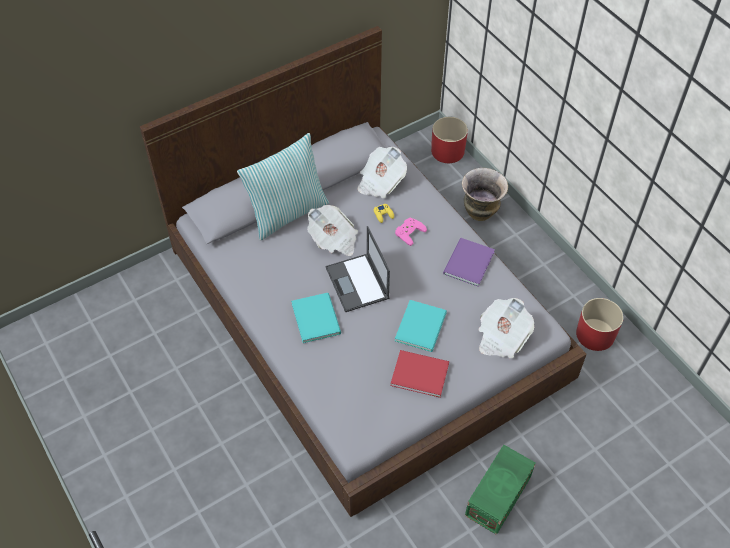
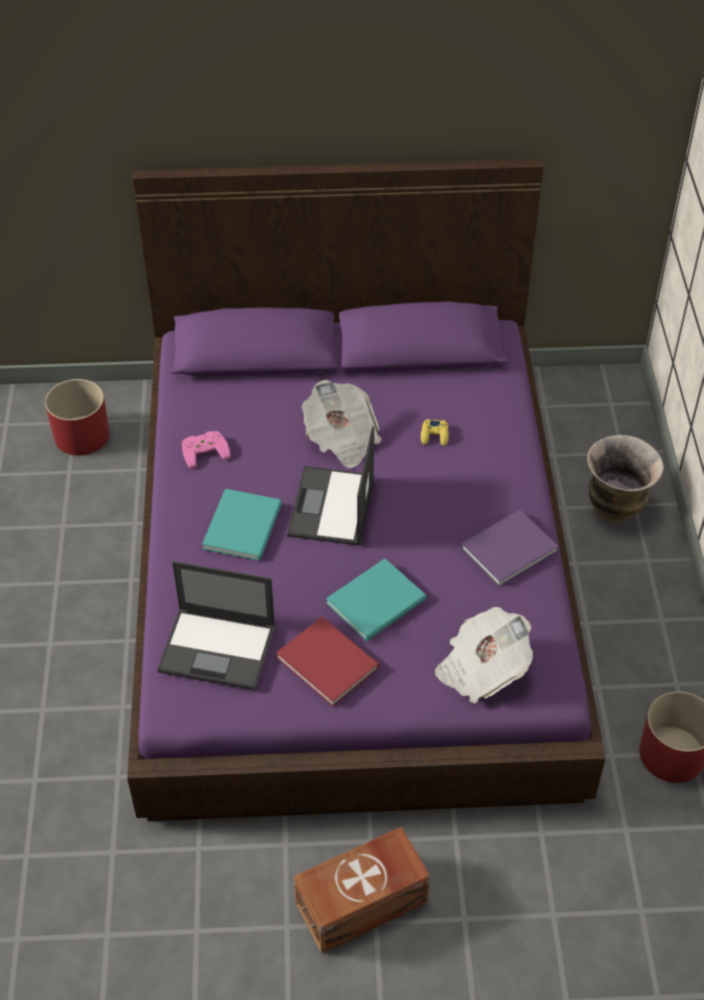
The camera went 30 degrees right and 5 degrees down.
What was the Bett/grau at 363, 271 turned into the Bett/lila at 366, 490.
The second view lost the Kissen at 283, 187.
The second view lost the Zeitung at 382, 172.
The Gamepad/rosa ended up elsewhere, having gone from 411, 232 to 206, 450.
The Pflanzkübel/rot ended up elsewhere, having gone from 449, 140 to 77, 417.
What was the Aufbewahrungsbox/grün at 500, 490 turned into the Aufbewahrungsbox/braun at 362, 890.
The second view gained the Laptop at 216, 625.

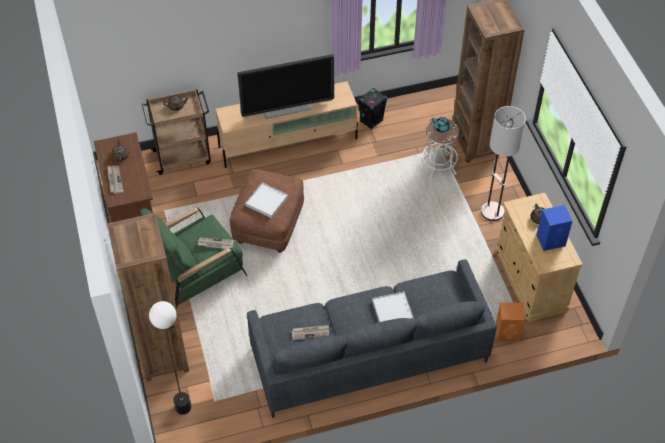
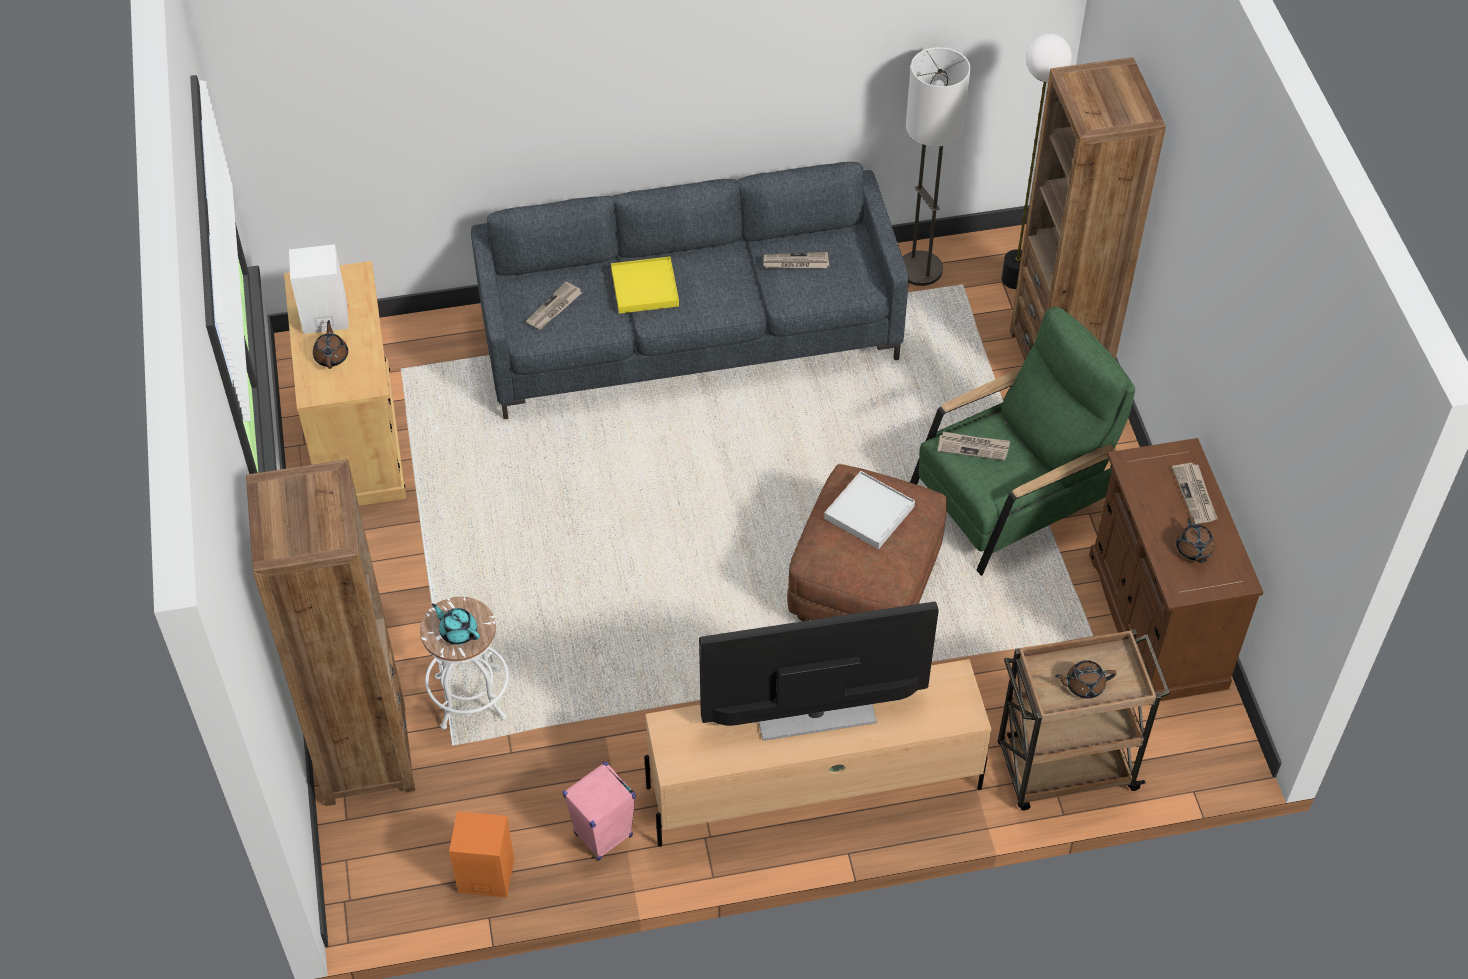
The camera went 175 degrees left and 0 degrees up.
What was the Lautsprecher/schwarz at 372, 109 turned into the Lautsprecher/rosa at 599, 811.
What was the Tablett/weiß at 392, 306 turned into the Tablett/gelb at 645, 285.
The Stehlampe ended up elsewhere, having gone from 503, 163 to 937, 166.
The Lautsprecher/orange ended up elsewhere, having gone from 510, 322 to 481, 854.
What was the Lautsprecher/blau at 554, 228 turned into the Lautsprecher/weiß at 319, 289.
The second view gained the Zeitung at 554, 306.

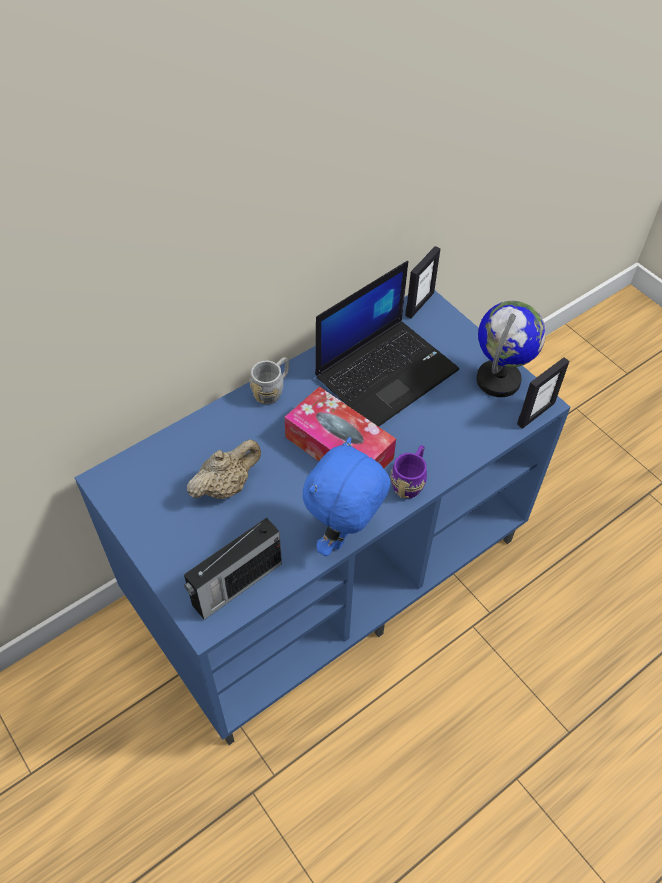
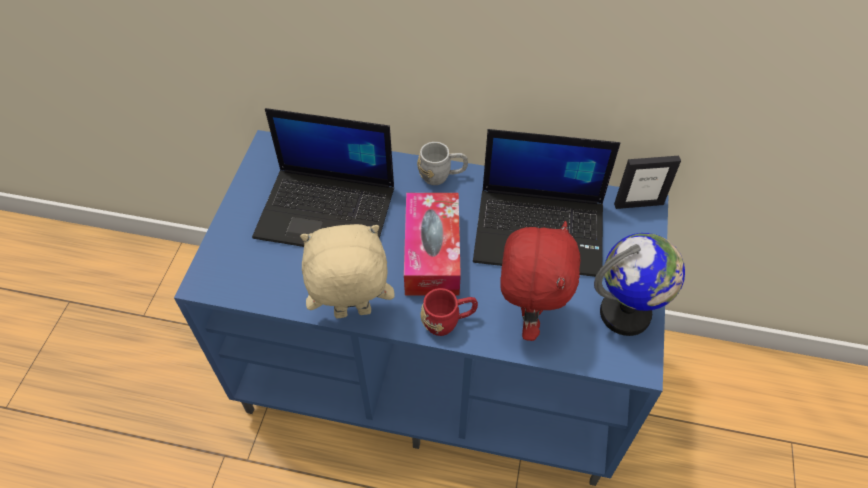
The camera went 50 degrees right and 0 degrees up.
The second view lost the Radio at 233, 568.
Where the Teekanne/beige stood at 224, 469, the Laptop came to stand at 323, 177.
What was the Plüschtier/blau at 347, 496 turned into the Plüschtier/beige at 347, 271.
What was the Henkelbecher/lila at 408, 472 turned into the Henkelbecher/rot at 449, 312.
The second view lost the Bilderrahmen at 543, 393.
The second view gained the Plüschtier/rot at 540, 281.

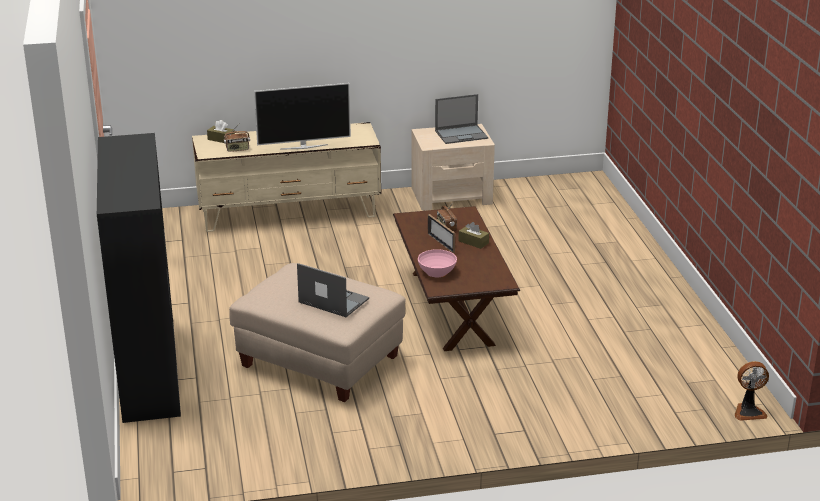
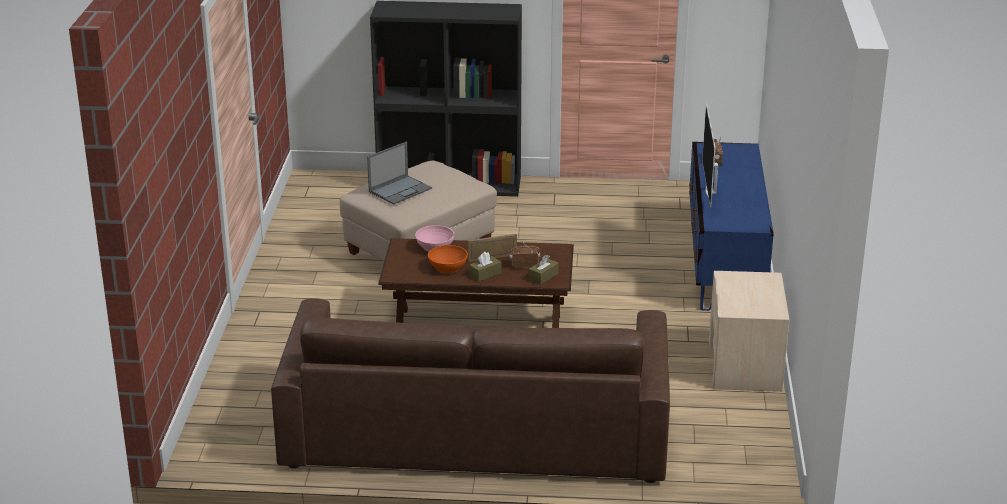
The camera went 105 degrees right and 0 degrees up.
What was the Fernsehschrank/beige at 286, 177 turned into the Fernsehschrank/blau at 731, 226.
The Taschentuchbox/braun ended up elsewhere, having gone from 221, 131 to 543, 270.
The second view lost the Laptop at 461, 119.
The second view lost the Ventilator at 752, 391.
The second view gained the Sofa/braun at 470, 390.
The second view gained the Schüssel/orange at 448, 259.

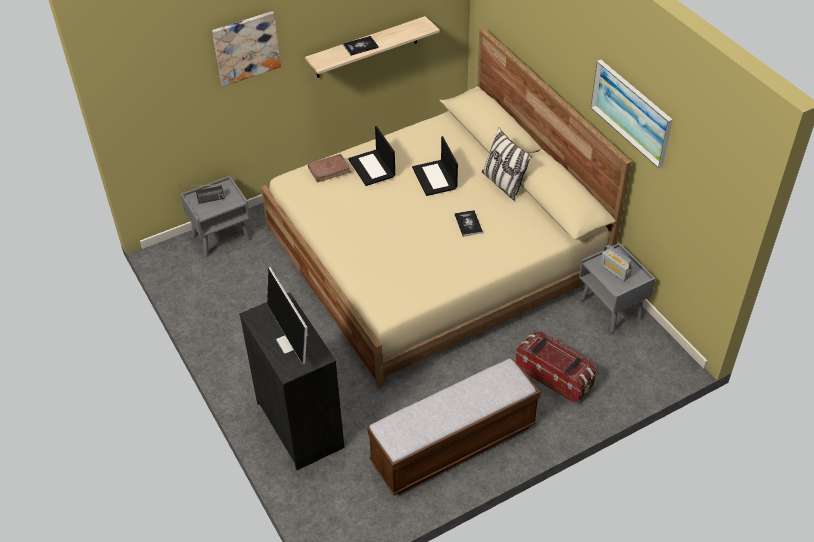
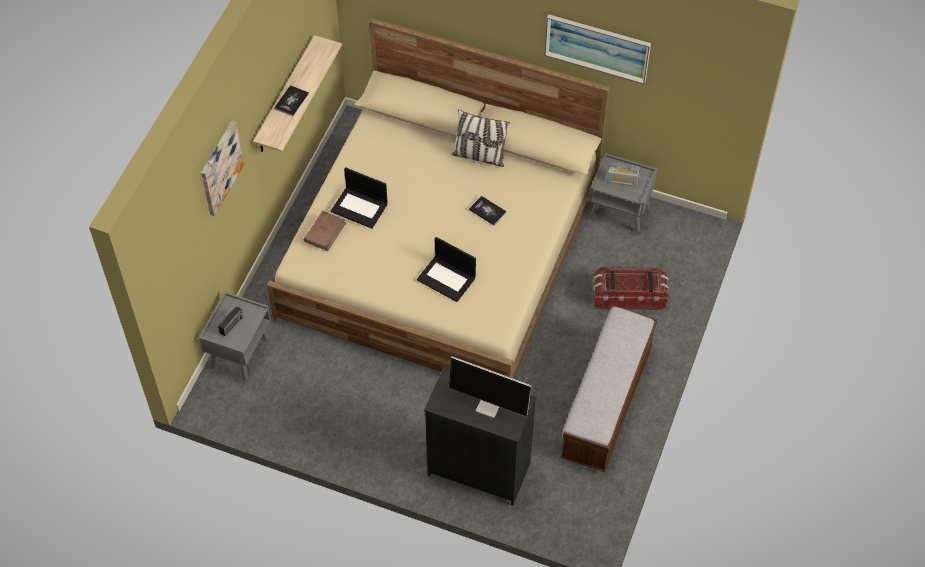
The camera went 40 degrees left and 10 degrees up.
The Laptop ended up elsewhere, having gone from 435, 166 to 446, 269.

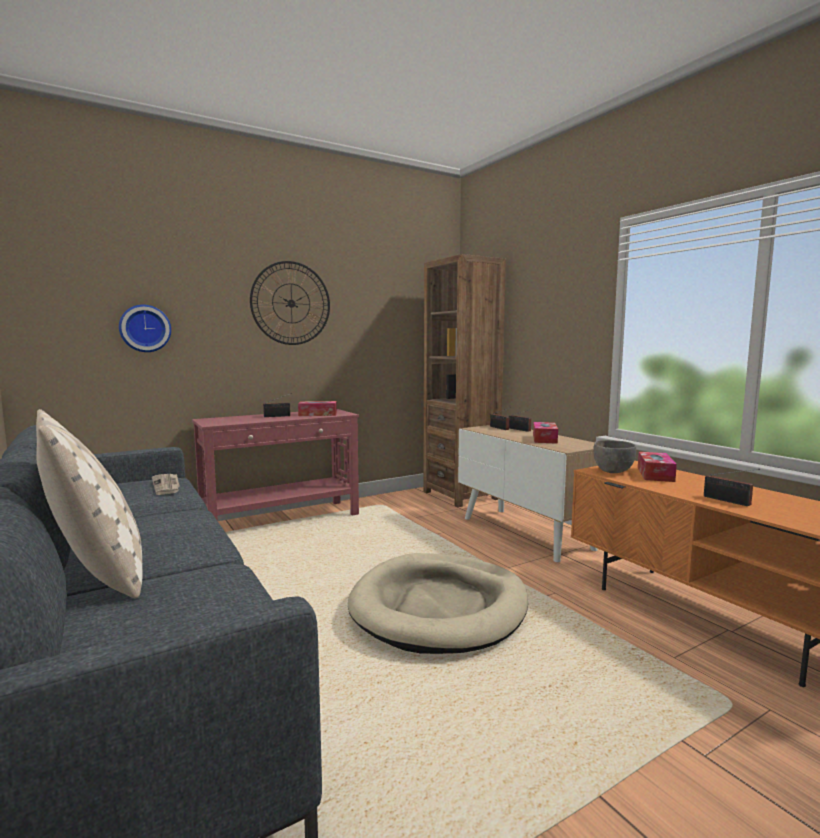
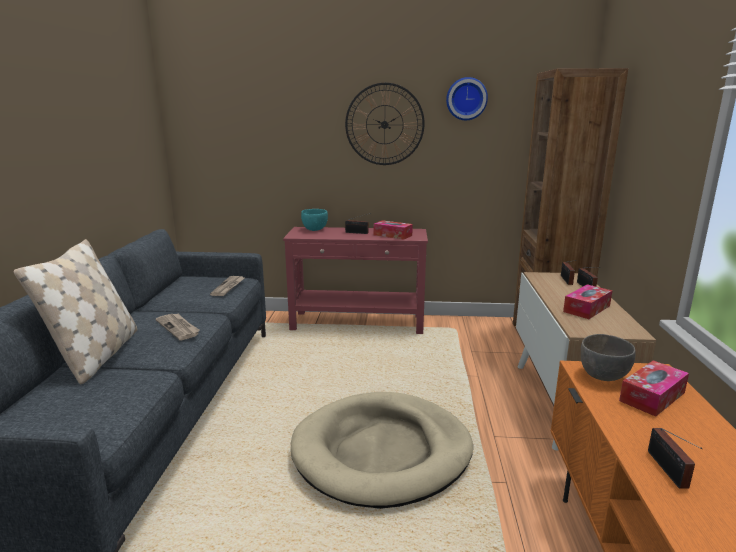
The camera went 35 degrees right and 10 degrees up.
The Wanduhr ended up elsewhere, having gone from 145, 328 to 467, 98.
The second view gained the Zeitung at 178, 327.
The second view gained the Schüssel/türkis at 314, 220.

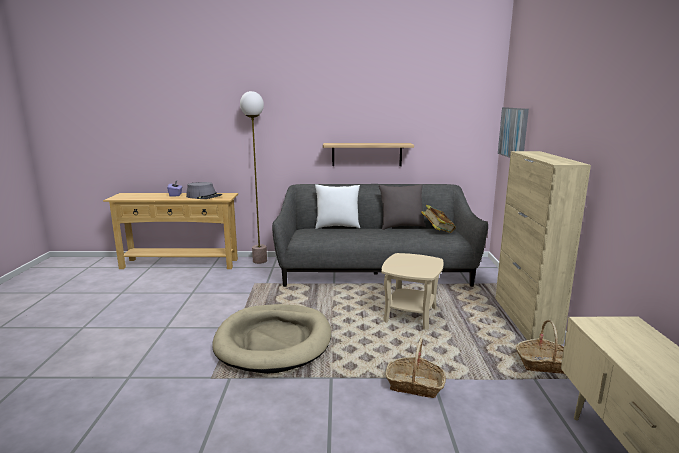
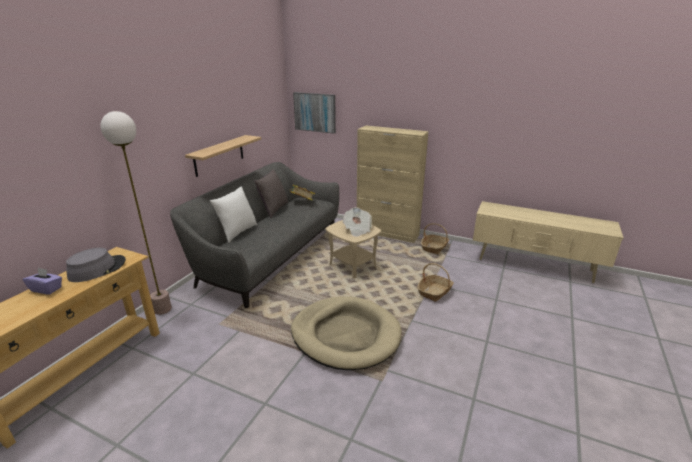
The camera went 65 degrees left and 10 degrees up.
The second view gained the Zeitung at 357, 222.

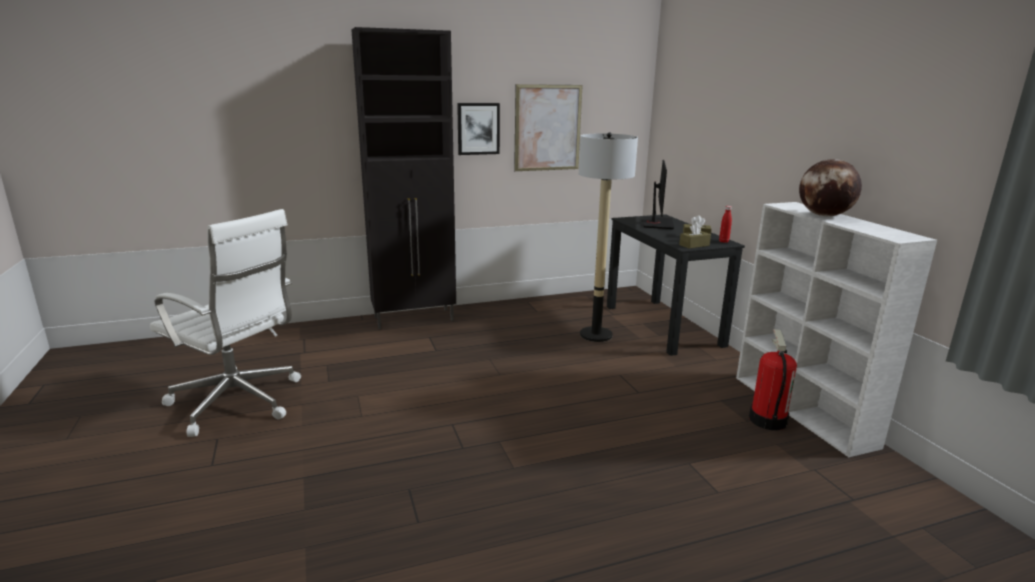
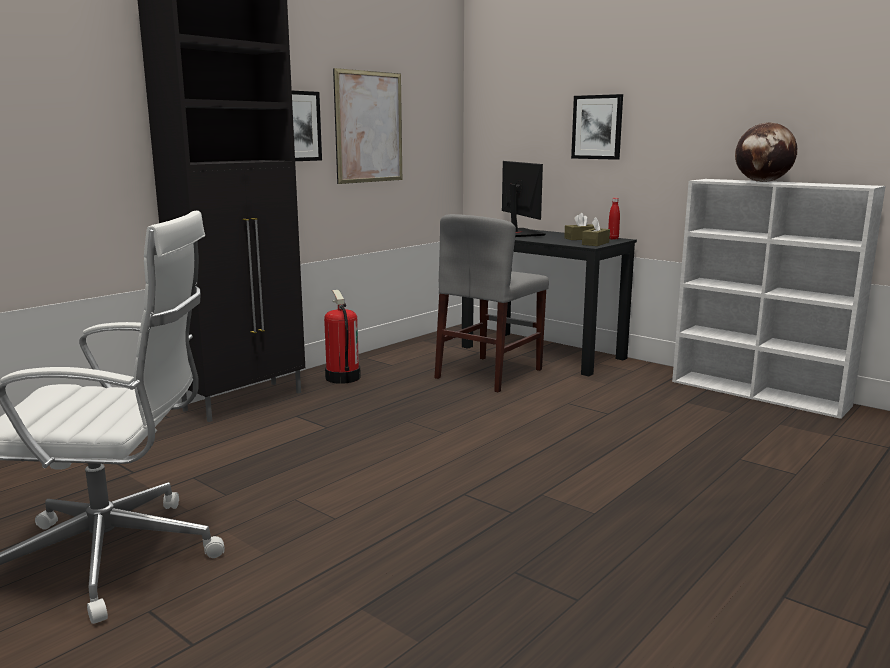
The camera went 30 degrees left and 5 degrees down.
Where the Stehlampe stood at 608, 237, the Stuhl/grau came to stand at 491, 303.
The Feuerlöscher ended up elsewhere, having gone from 773, 379 to 342, 337.
The second view gained the Bild at 597, 127.

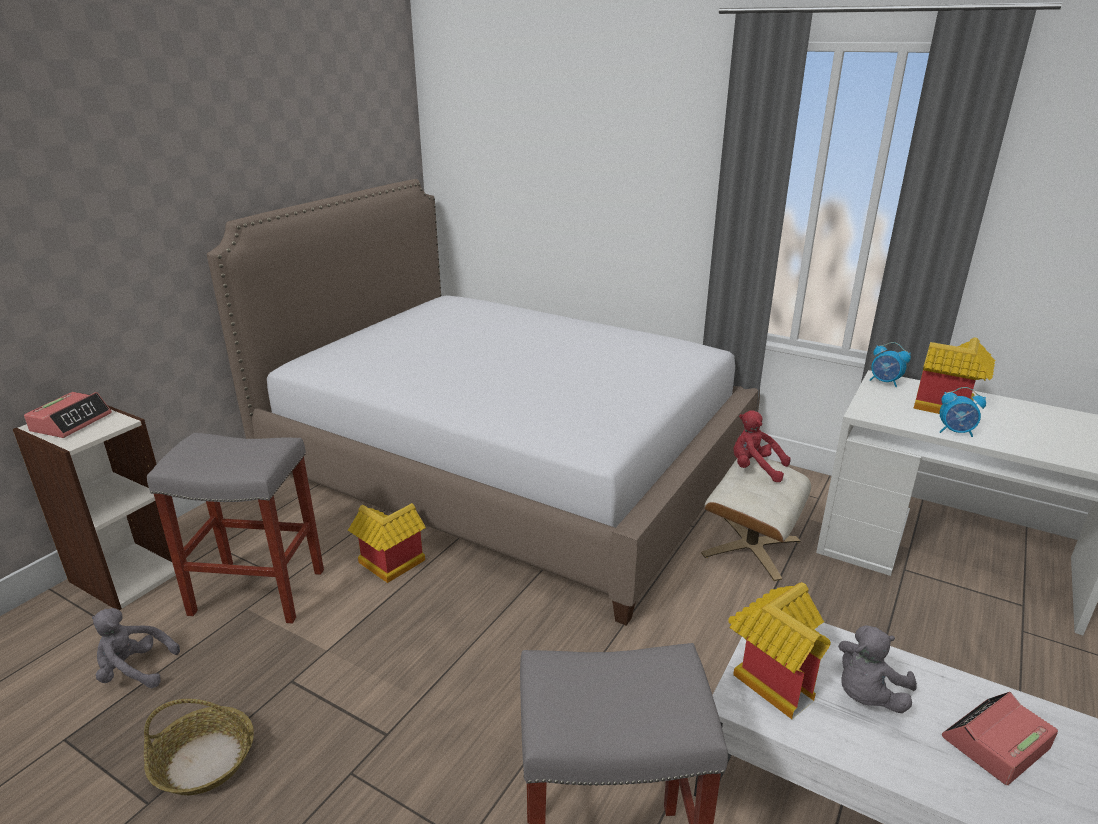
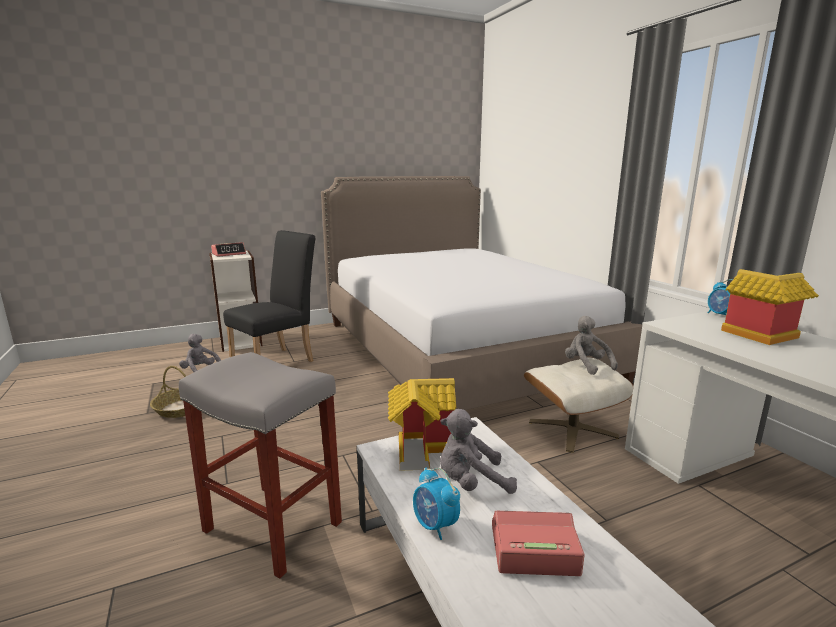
The camera went 35 degrees right and 10 degrees down.
Where the Hocker/grau stood at 235, 528, the Stuhl/schwarz came to stand at 269, 296.
The second view lost the Spielzeughaus at 387, 543.
What was the Plüschtier/rot at 762, 446 turned into the Plüschtier/grau at 591, 345.
The Wecker ended up elsewhere, having gone from 962, 412 to 436, 504.

